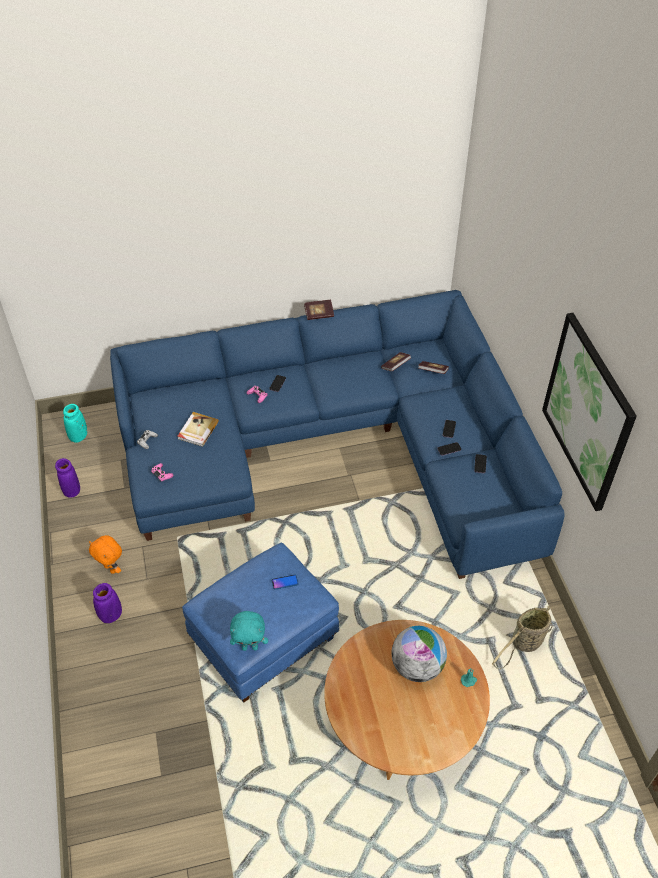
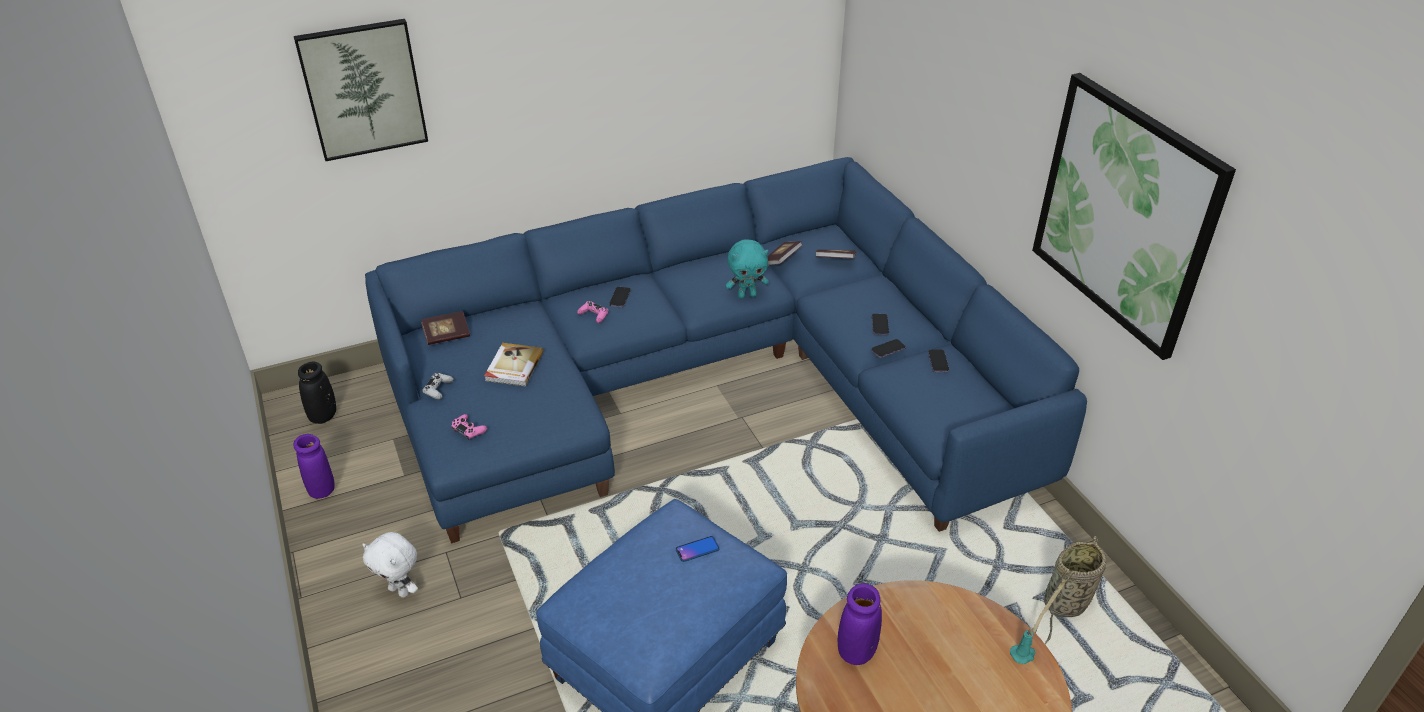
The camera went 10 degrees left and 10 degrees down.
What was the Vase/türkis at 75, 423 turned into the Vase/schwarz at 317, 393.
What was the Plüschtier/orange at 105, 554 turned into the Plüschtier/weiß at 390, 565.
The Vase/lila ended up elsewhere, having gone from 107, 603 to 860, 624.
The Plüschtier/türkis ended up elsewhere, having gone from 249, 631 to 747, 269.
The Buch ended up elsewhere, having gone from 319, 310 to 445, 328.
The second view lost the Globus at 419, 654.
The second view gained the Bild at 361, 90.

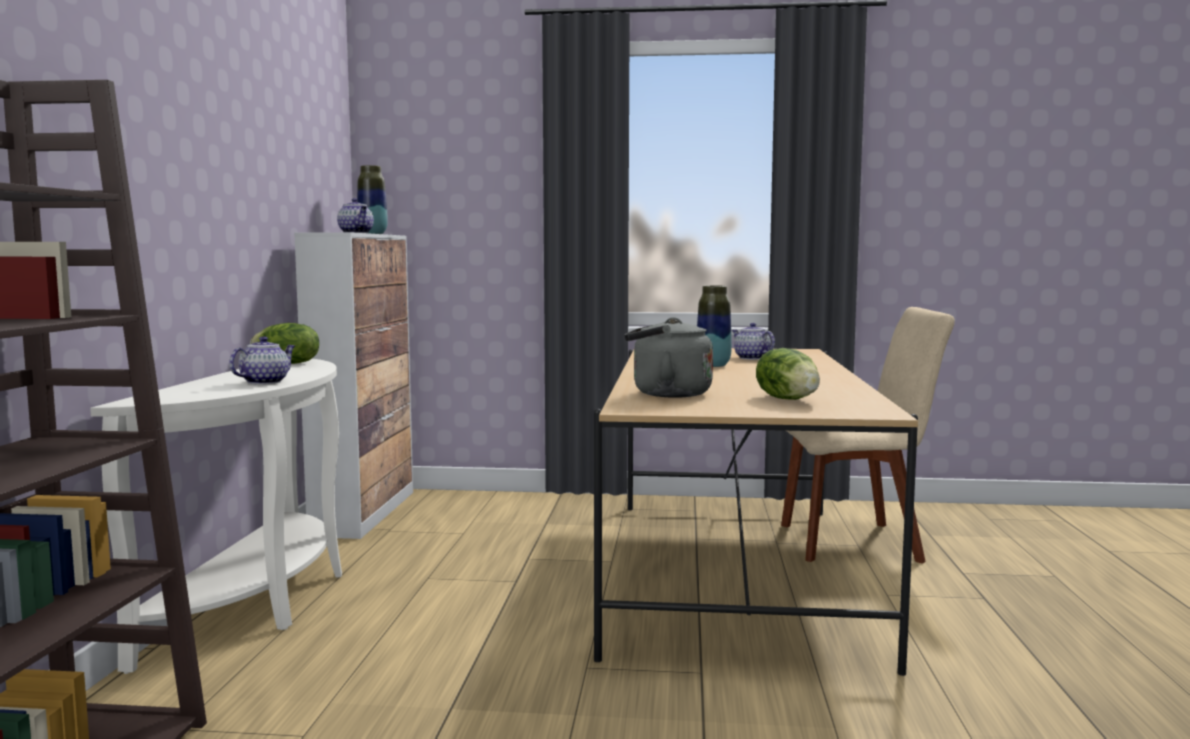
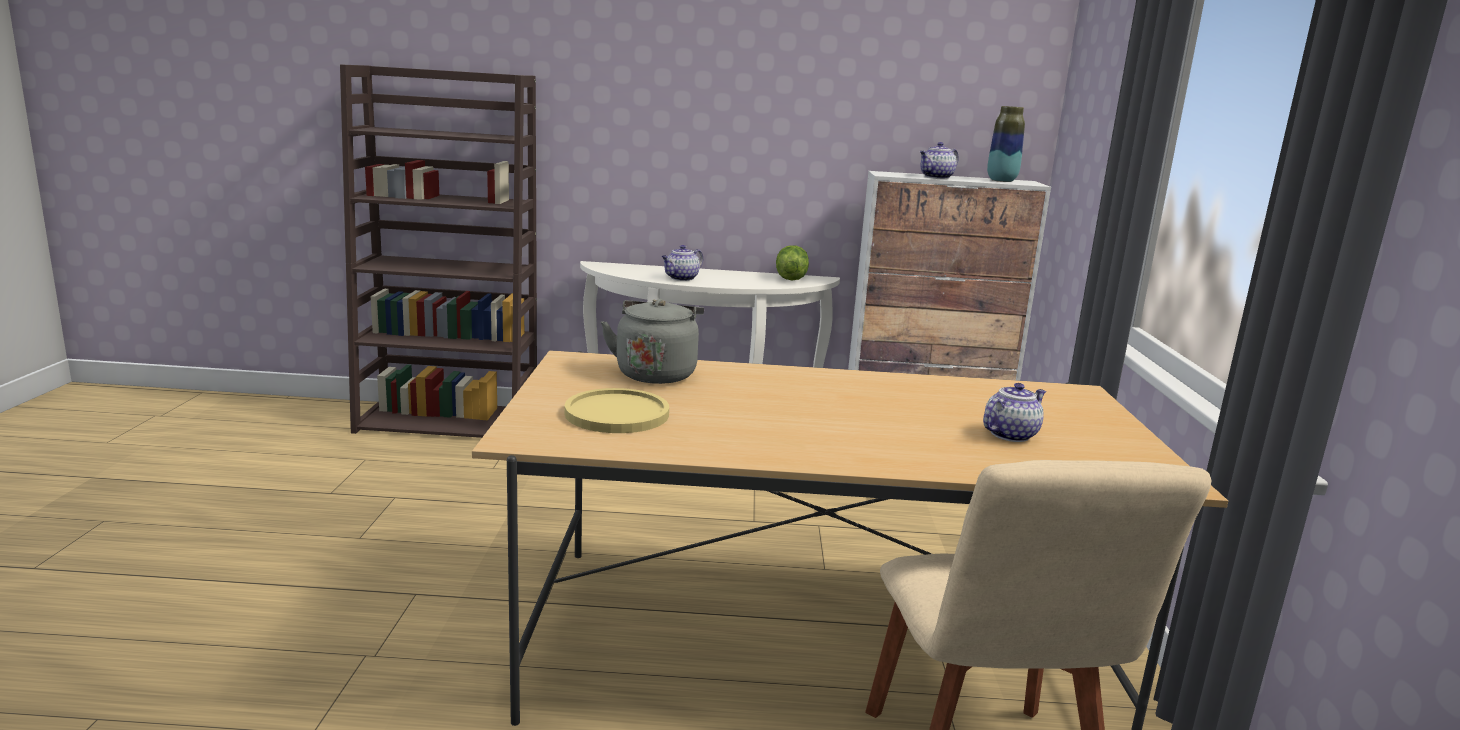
The camera went 85 degrees right and 10 degrees up.
The Teekanne at 262, 360 ended up facing another way, 105 degrees clockwise from before.
The second view lost the Vase at 714, 326.
Where the Salatkopf stood at 788, 374, the Teller/gelb came to stand at 616, 410.

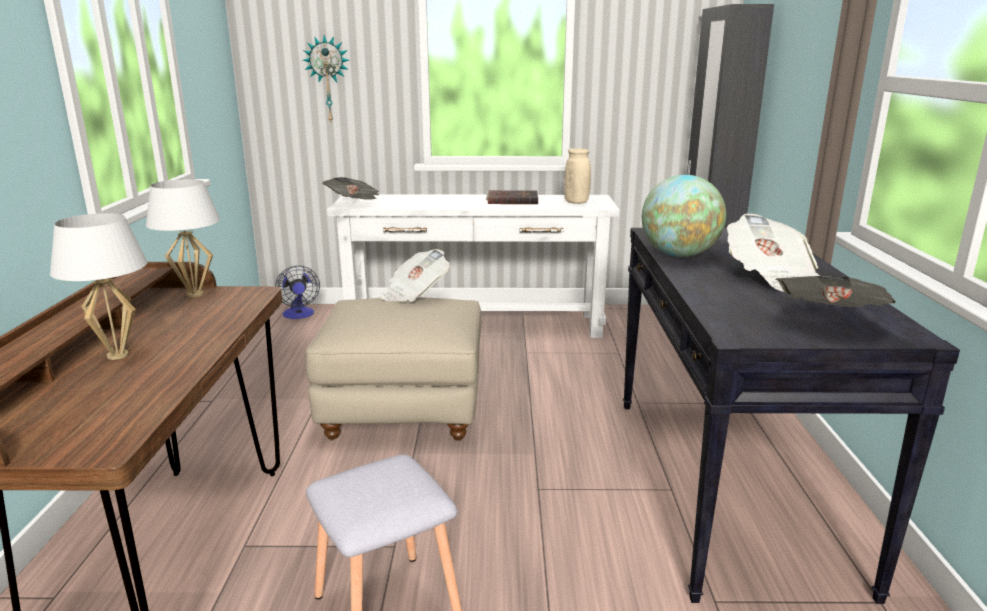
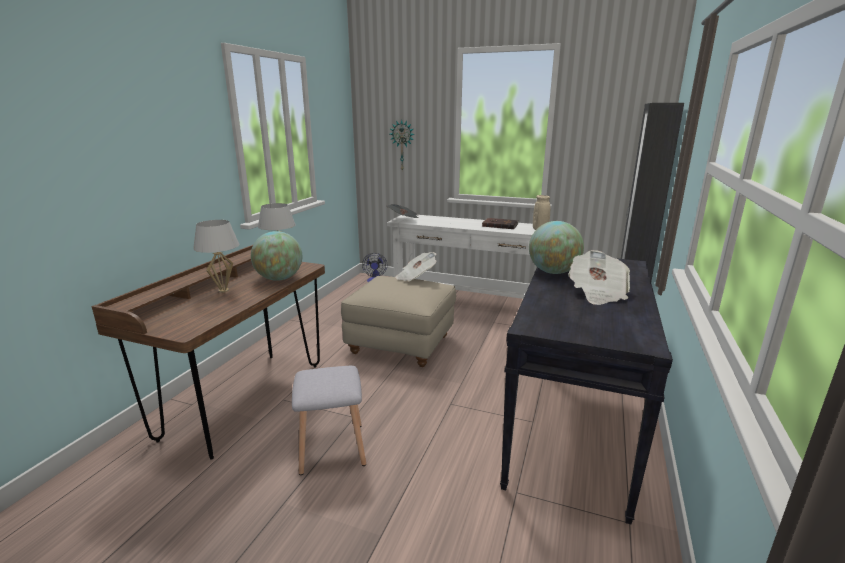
The camera went 20 degrees right and 0 degrees up.
The second view lost the Zeitung at 836, 291.
The second view gained the Globus at 276, 256.

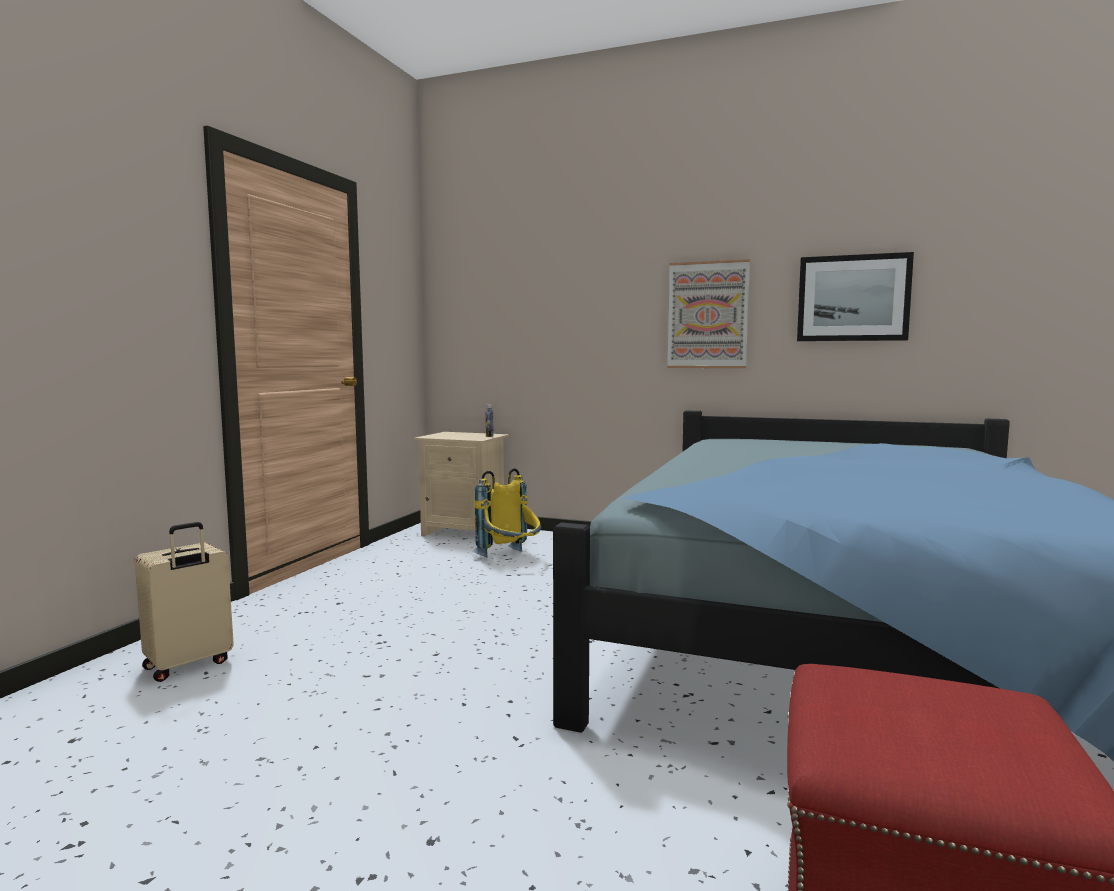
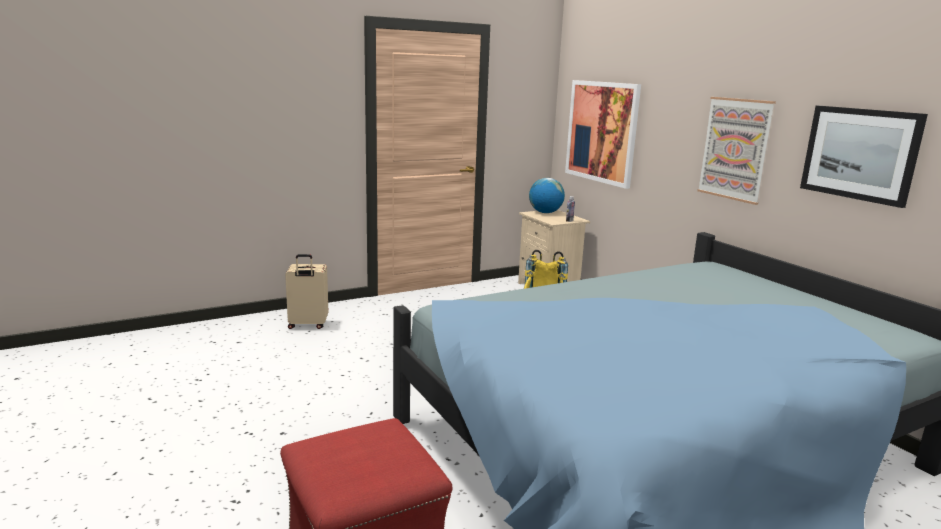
The camera went 40 degrees right and 10 degrees up.
The second view gained the Globus at 547, 195.
The second view gained the Bild at 603, 134.

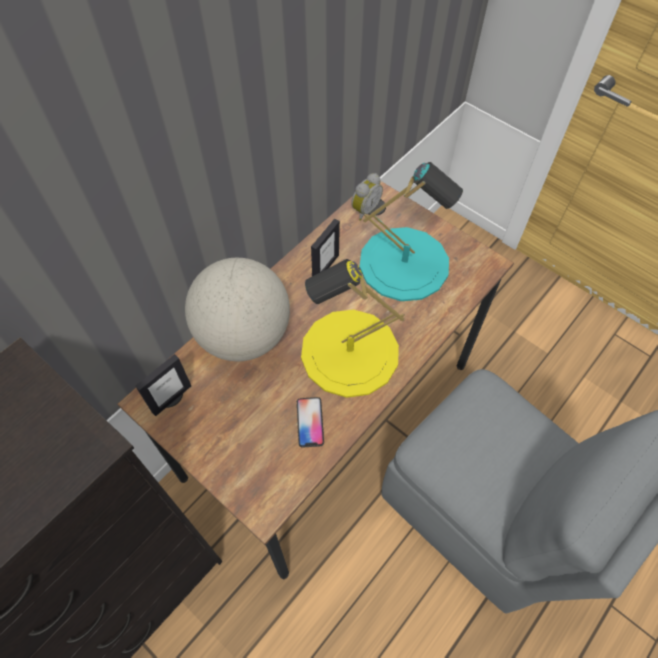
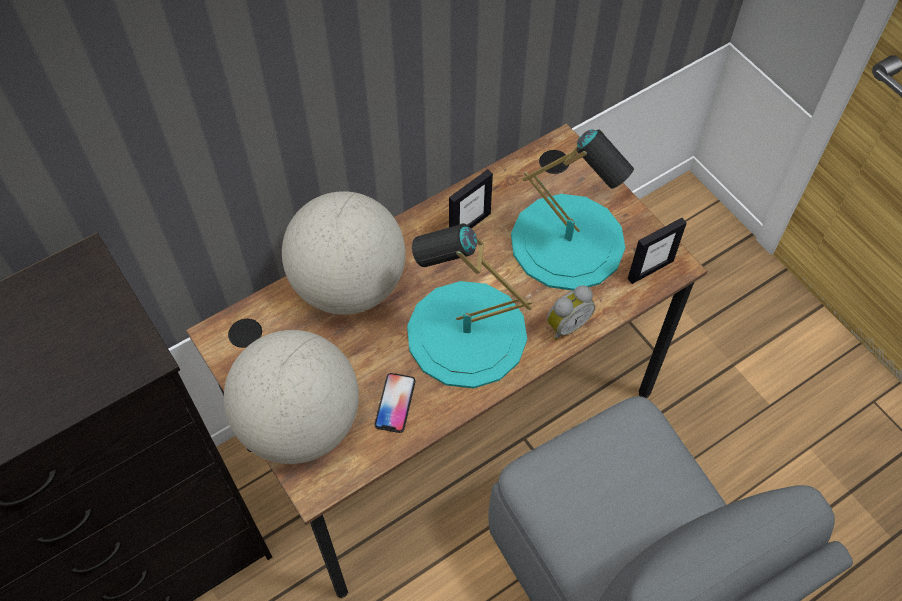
The camera went 15 degrees right and 0 degrees up.
The Bilderrahmen ended up elsewhere, having gone from 163, 385 to 657, 251.
What was the Tischlampe/gelb at 353, 328 turned into the Tischlampe/türkis at 469, 305.
The Wecker ended up elsewhere, having gone from 367, 197 to 571, 312.
The second view gained the Globus at 291, 397.

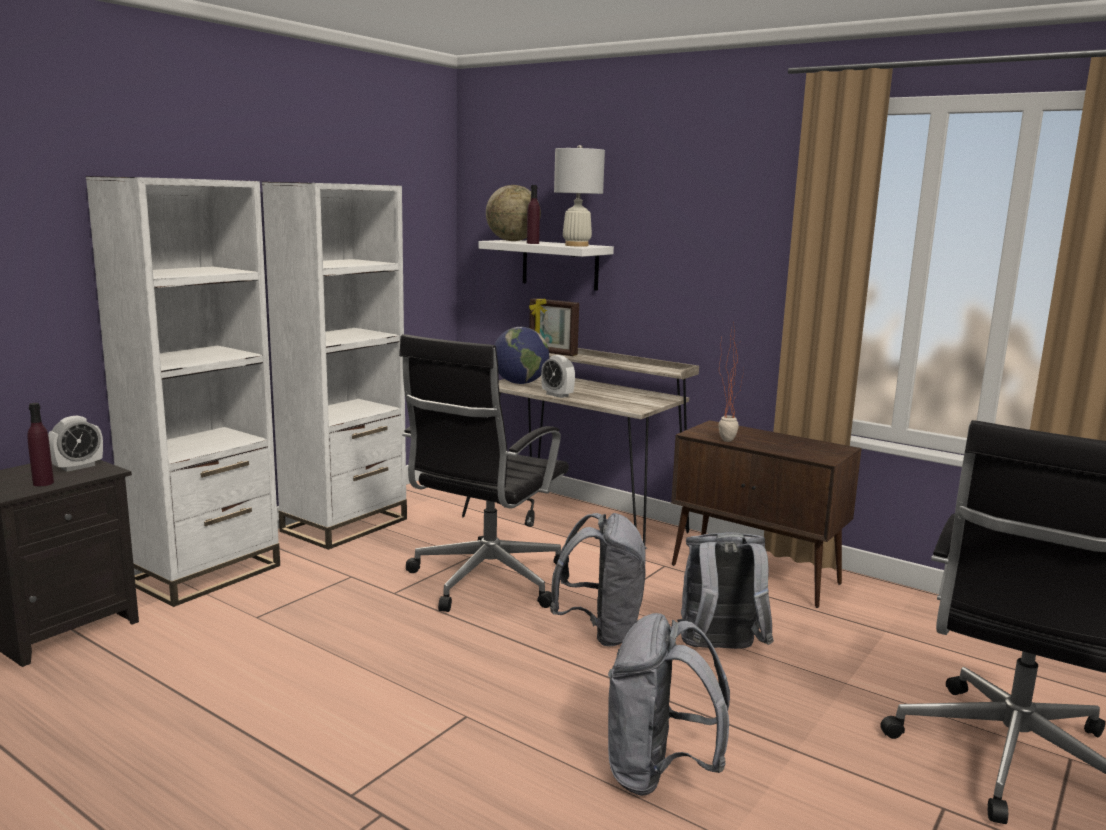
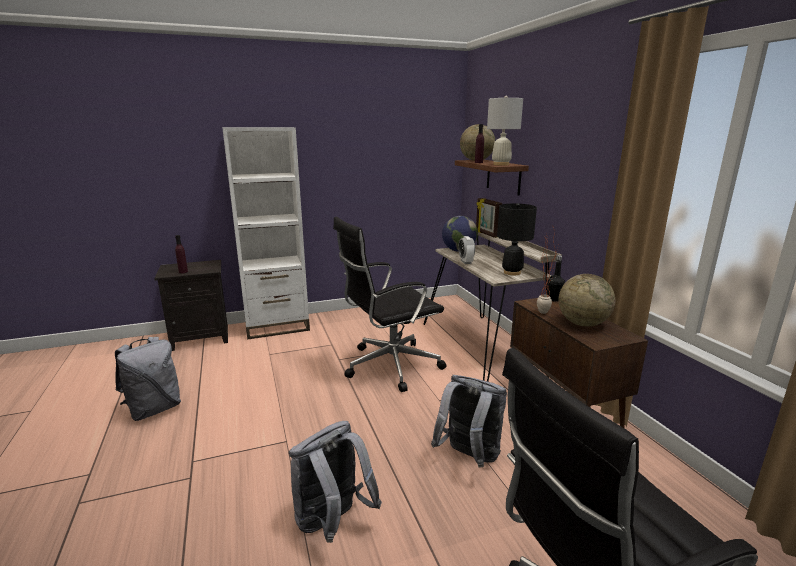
The camera went 35 degrees right and 5 degrees up.
The second view lost the Wecker at 75, 444.
The second view lost the Bücherregal/weiß at 334, 366.
What was the Wandregal/weiß at 546, 265 turned into the Wandregal/braun at 492, 177.
The Rucksack/grau ended up elsewhere, having gone from 598, 579 to 148, 379.
The second view gained the Tischlampe/schwarz at 517, 239.
The second view gained the Flasche/schwarz at 556, 278.
The second view gained the Globus at 587, 300.

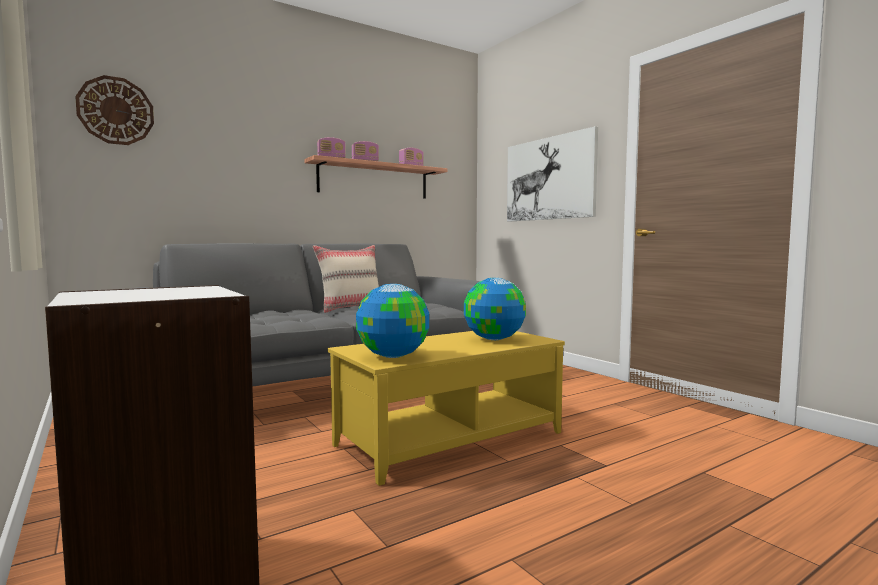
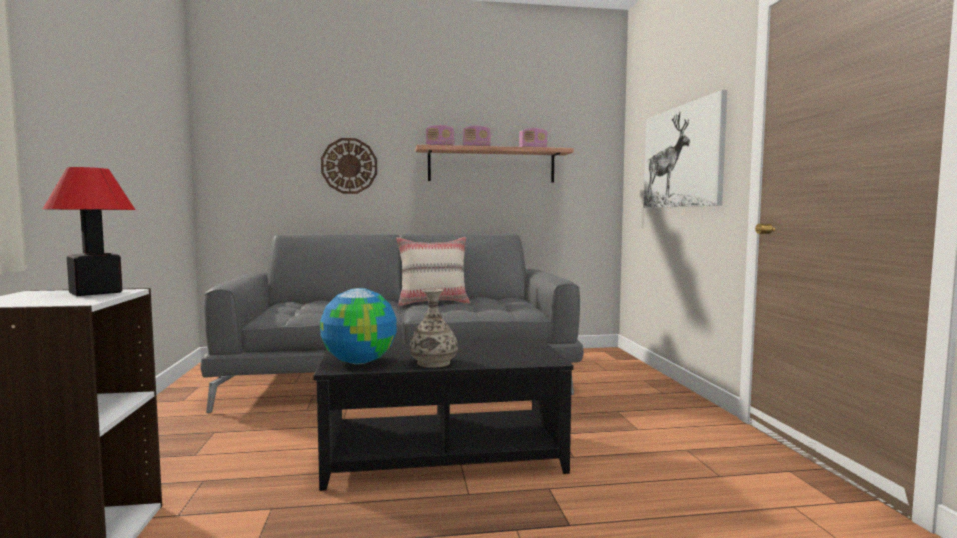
The camera went 25 degrees right and 0 degrees up.
The Wanduhr ended up elsewhere, having gone from 114, 110 to 349, 166.
What was the Couchtisch/gelb at 446, 408 turned into the Couchtisch/schwarz at 443, 415.
The second view lost the Globus at 495, 309.
The second view gained the Tischlampe at 89, 231.
The second view gained the Vase at 433, 328.

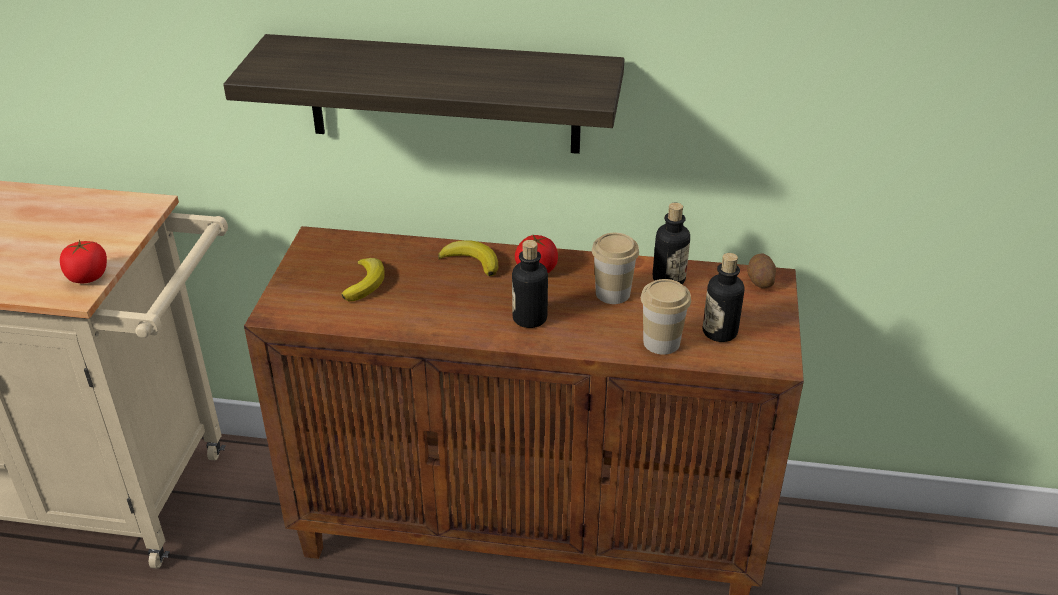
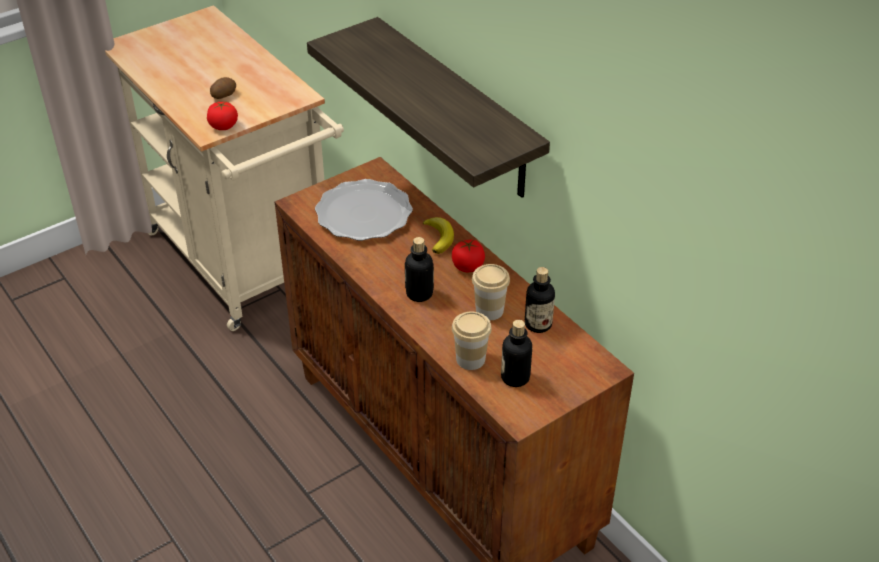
The camera went 45 degrees right and 5 degrees up.
Where the Banane stood at 363, 279, the Teller came to stand at 364, 210.
The Kartoffel ended up elsewhere, having gone from 761, 270 to 223, 88.

